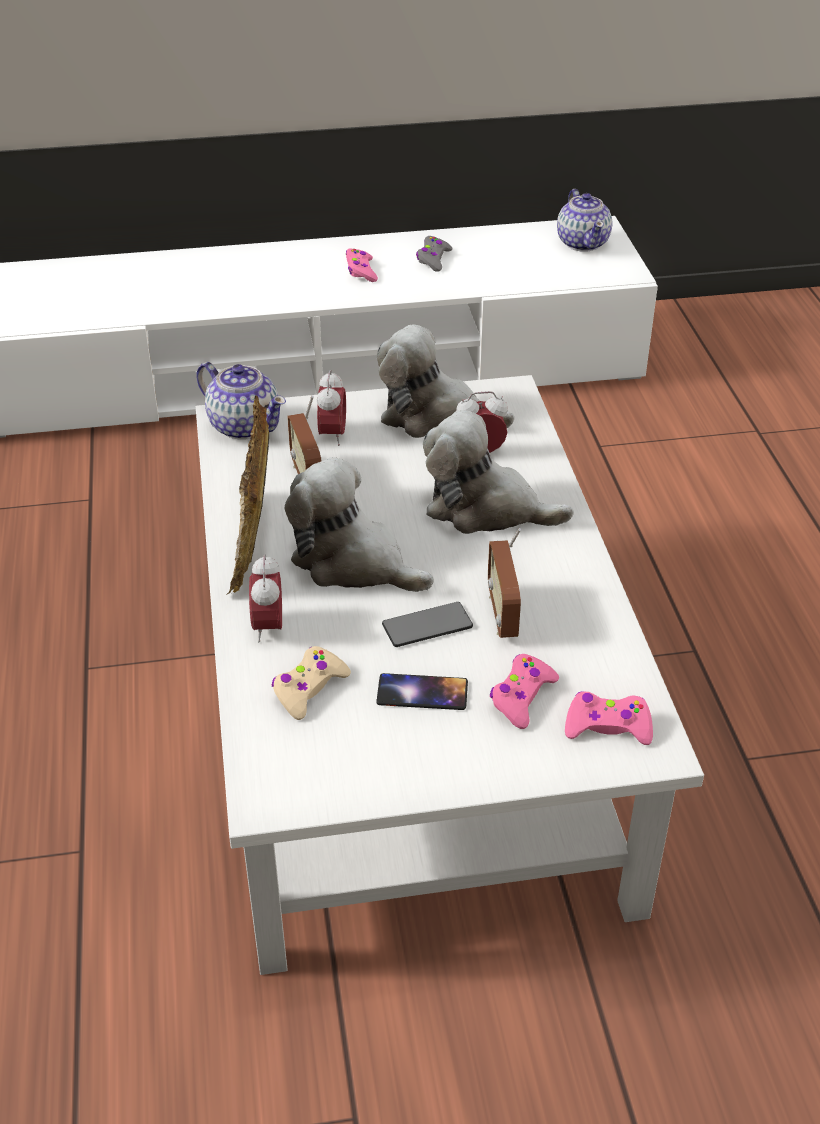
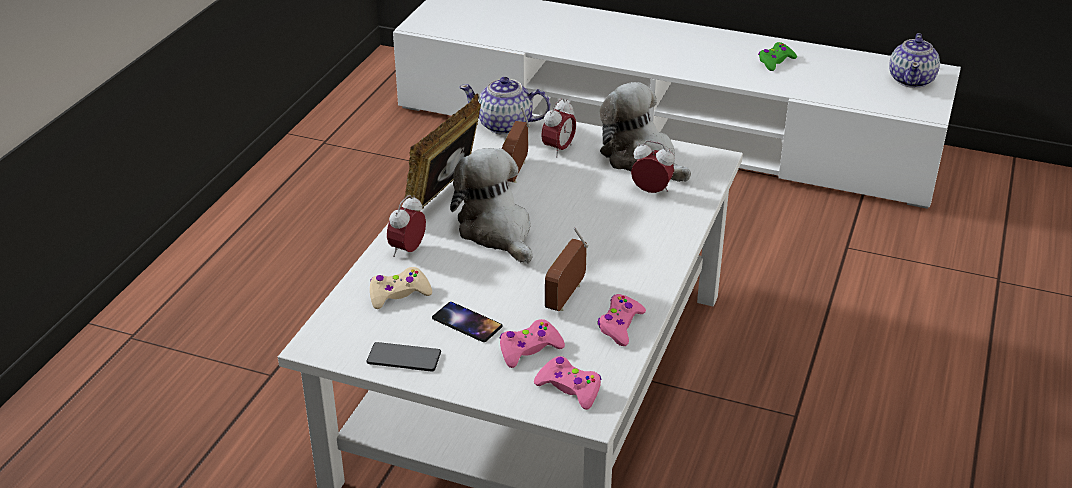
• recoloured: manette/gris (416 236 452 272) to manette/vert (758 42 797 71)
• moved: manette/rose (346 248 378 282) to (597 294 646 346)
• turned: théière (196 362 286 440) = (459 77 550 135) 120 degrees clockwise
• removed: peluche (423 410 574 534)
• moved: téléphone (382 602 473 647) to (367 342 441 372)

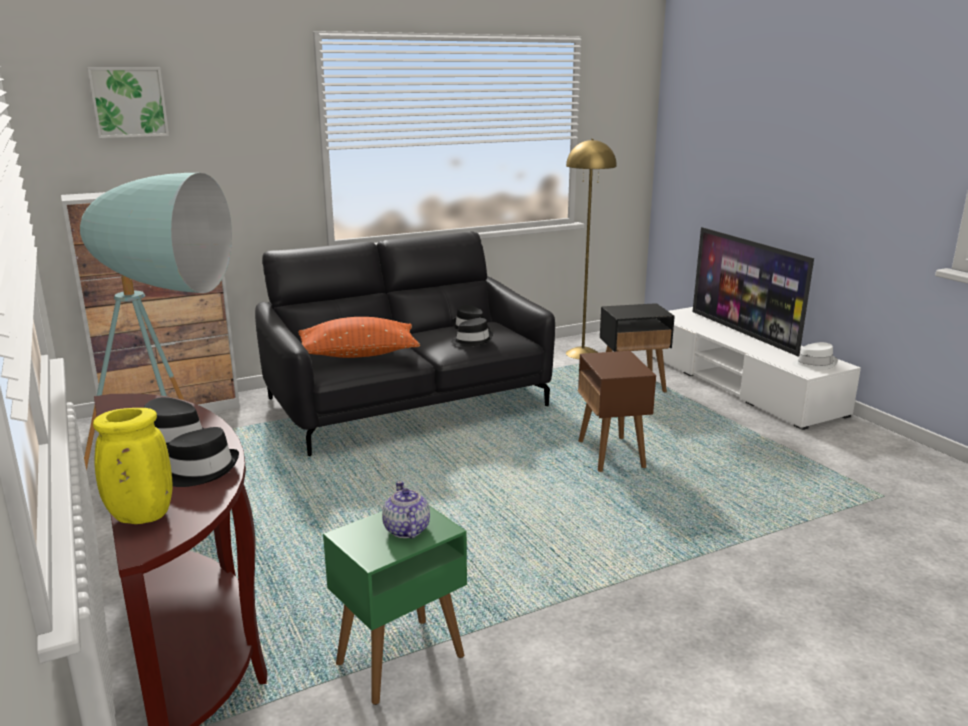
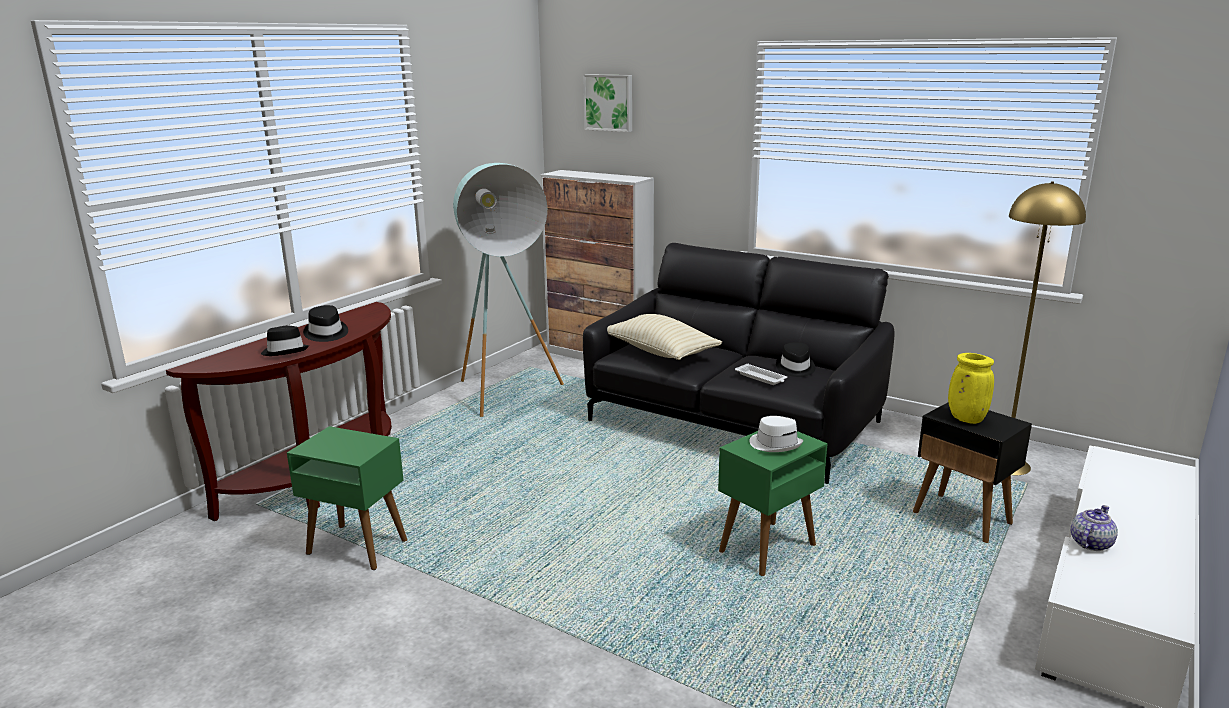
• removed: téléviseur (693 227 814 357)
• recoloured: coussin/orange (298 317 420 358) to coussin/beige (607 314 722 360)
• replaced: chapeau/noir (451 318 493 347) to plateau/blanc (735 363 787 385)
• moved: chapeau/blanc (792 342 838 371) to (750 416 803 452)
• recoloured: table d'appoint/marron (578 351 656 472) to table d'appoint/vert (718 431 827 576)
• moved: vase/jaune (93 408 173 524) to (948 353 994 424)
• moved: théière (382 481 430 539) to (1071 505 1118 551)

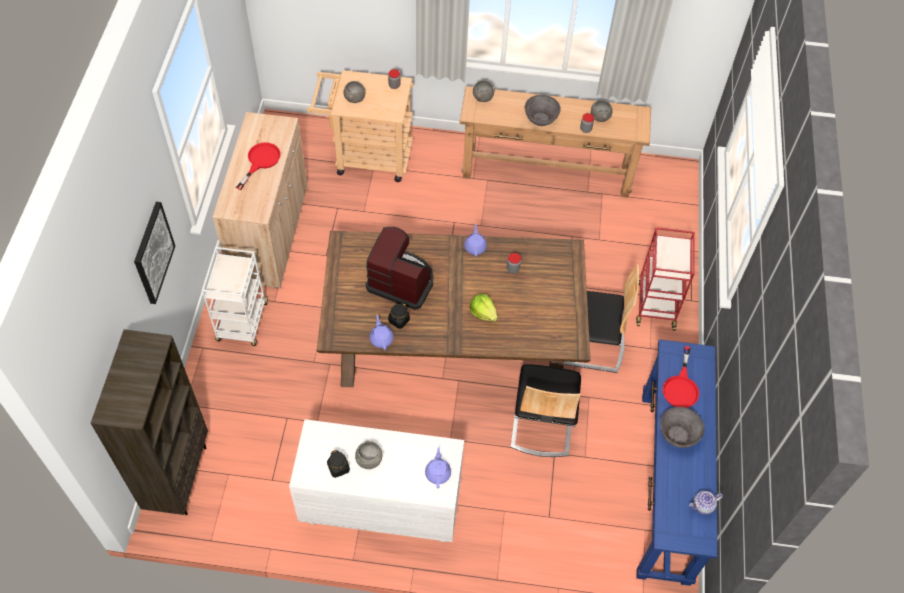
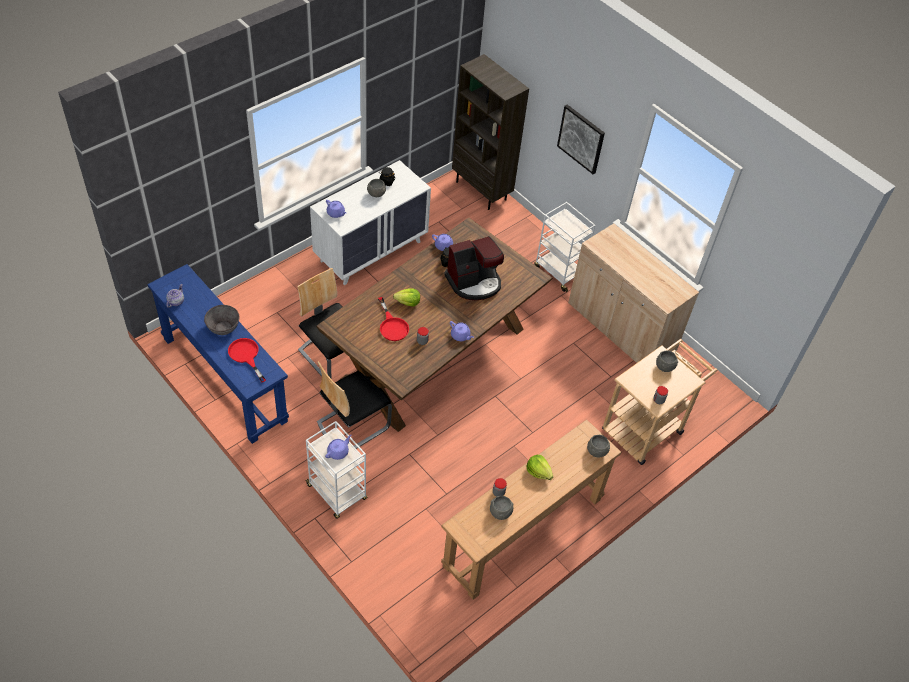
• replaced: bol/gris (525 95 561 126) to laitue (526 455 553 480)
• moved: poêle/rouge (236 143 281 190) to (378 297 409 341)
• recoloured: chariot/rouge (636 227 695 331) to chariot/blanc (305 421 367 519)
• added: théière/violet (325 435 351 460)

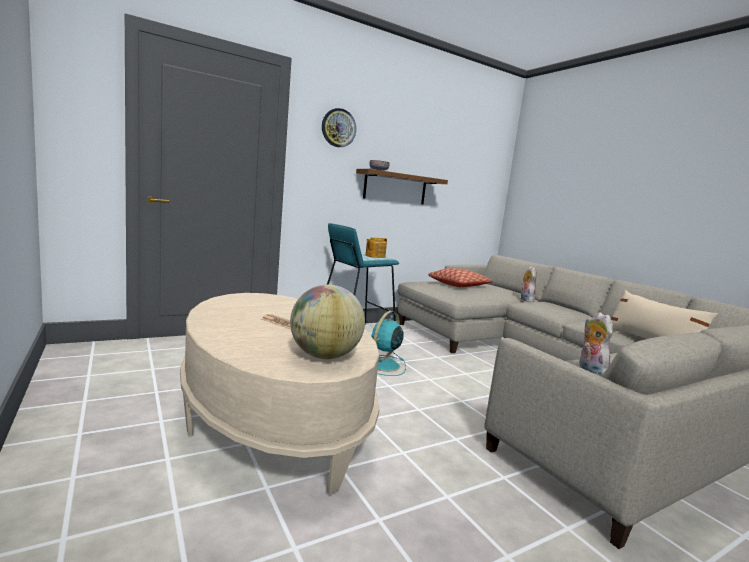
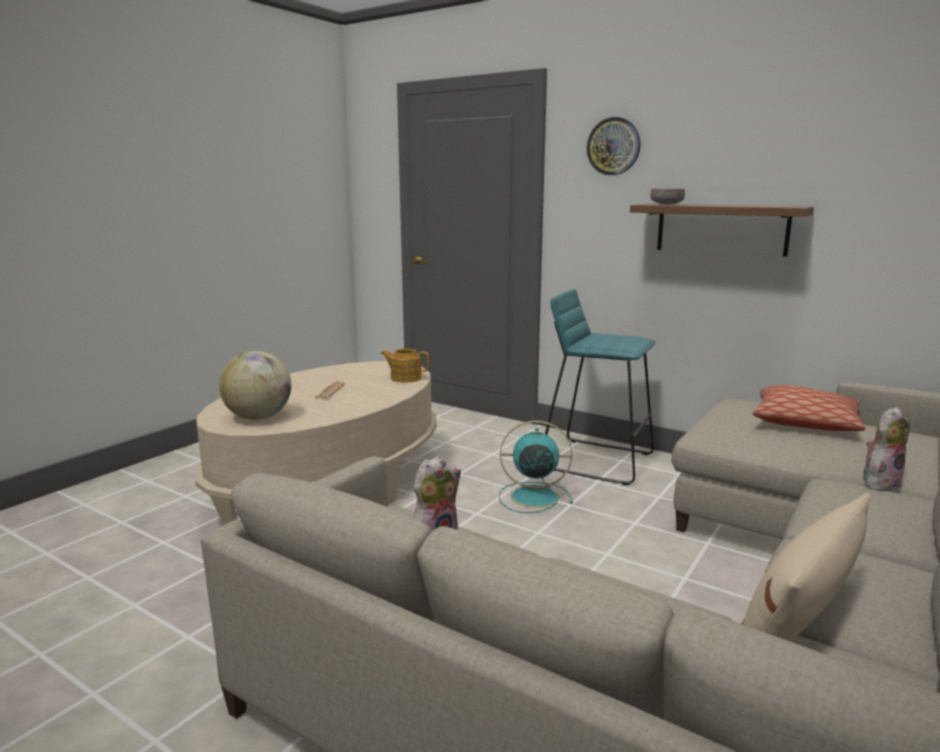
• moved: théière (366 237 387 258) to (381 349 429 382)

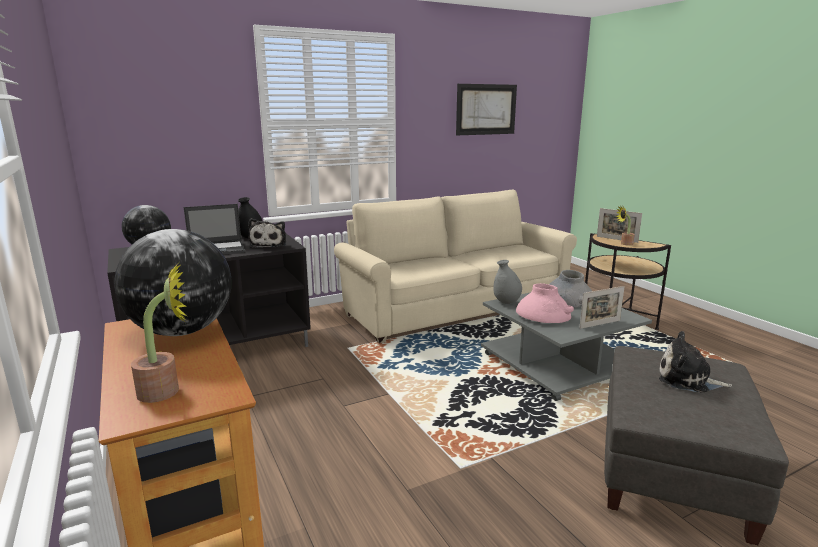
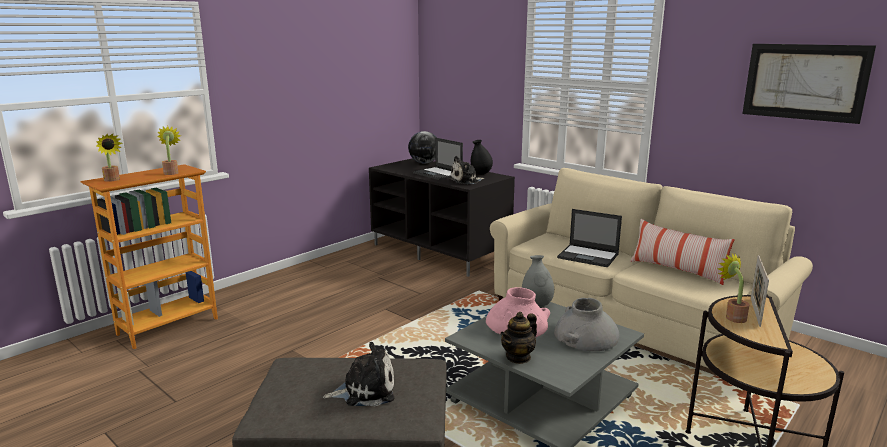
• replaced: globe (114 229 231 336) to plante en pot (157 126 181 175)
• replaced: cadre photo (579 286 625 329) to théière (500 312 537 364)
• turned: peluche (659 331 732 393) = (323 342 395 407) 75 degrees clockwise
• added: ordinateur portable (557 209 622 267)
• added: coussin (630 219 735 285)

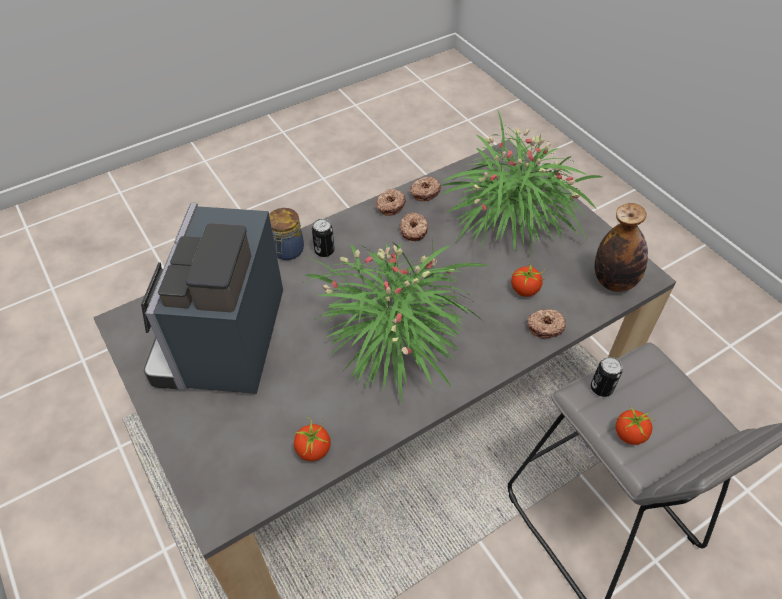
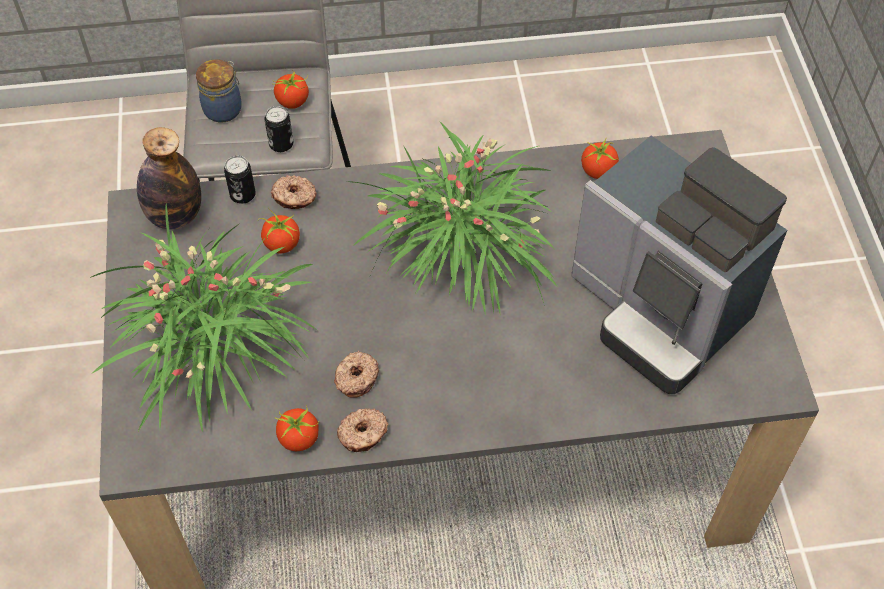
• replaced: beignet (410 176 441 201) to tomate (274 405 319 451)
• turned: machine à café (141 203 283 394) = (572 135 787 394) 105 degrees clockwise
• moved: bocal (269 208 304 260) to (196 59 242 123)
• moved: boîte métallique (312 219 335 257) to (224 156 256 204)

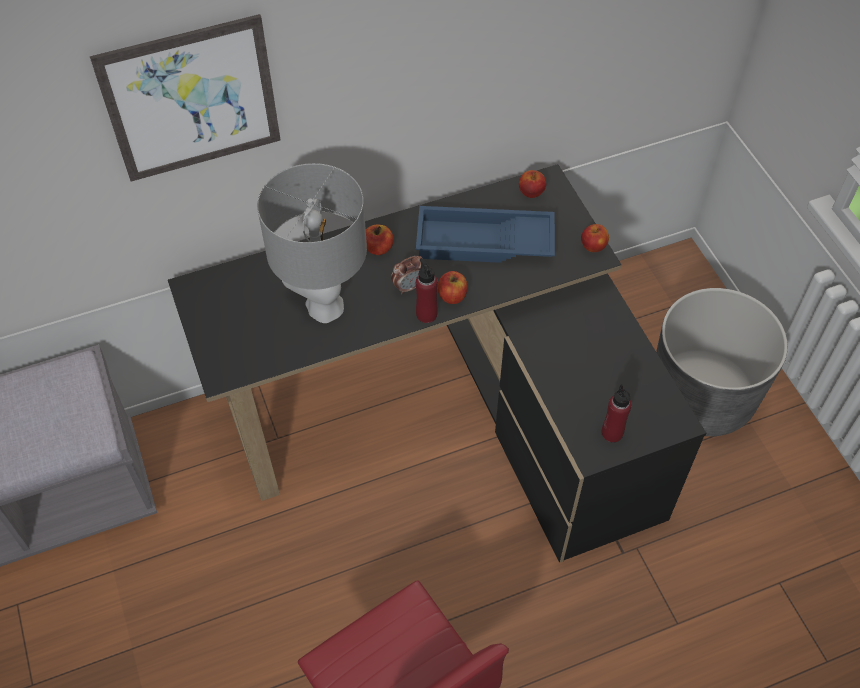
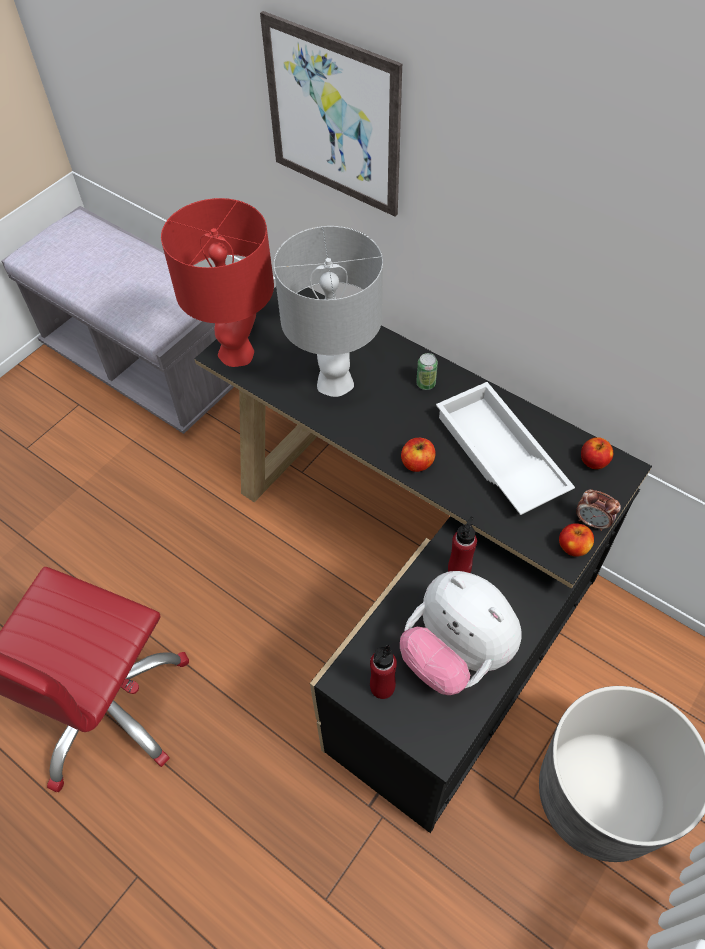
• recoloured: plateau/bleu (416 206 555 263) to plateau/blanc (436 382 575 515)
• replaced: pomme (366 225 394 255) to boîte métallique (416 353 438 390)
• moved: réveil (391 256 423 295) to (576 489 621 531)
• moved: bouteille/rouge (416 258 438 323) to (448 516 477 573)
• added: lampe de table/rouge (161 198 274 367)
• added: peluche (400 571 522 695)

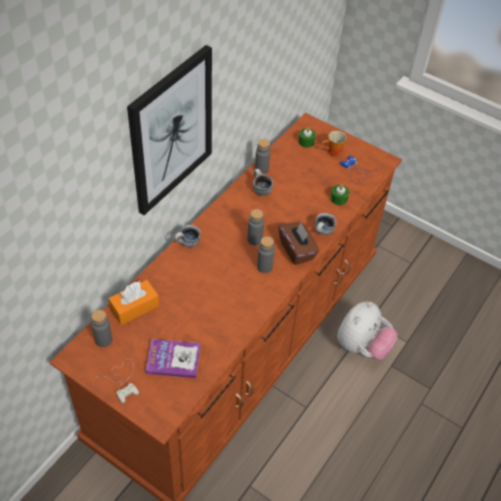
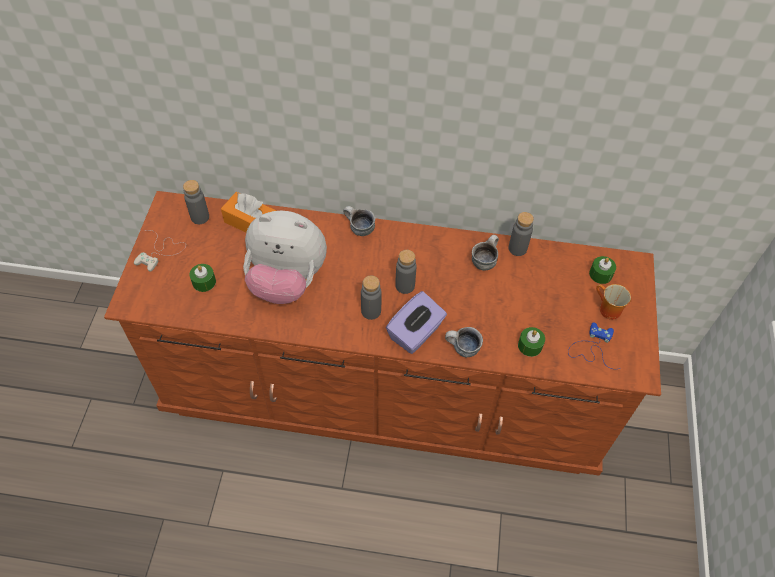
• removed: tableau (127 45 212 215)
• recoloured: boîte à mouchoirs/marron (278 222 319 265) to boîte à mouchoirs/violet (386 291 447 354)
• moved: peluche (337 301 398 360) to (243 211 327 304)
• replaced: livre (146 339 201 378) to bougie/vert (189 264 216 292)

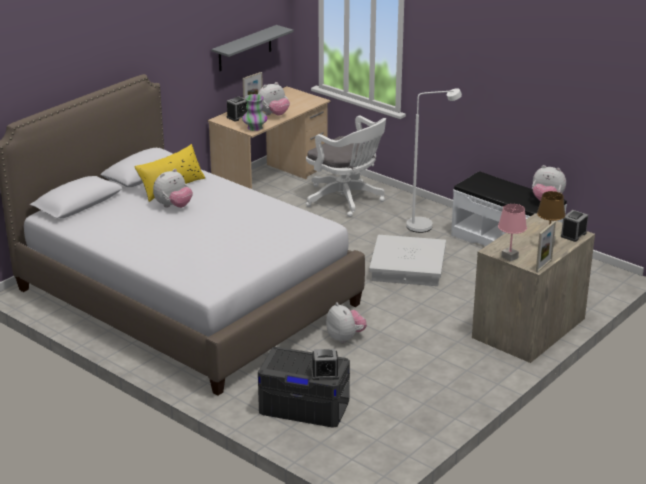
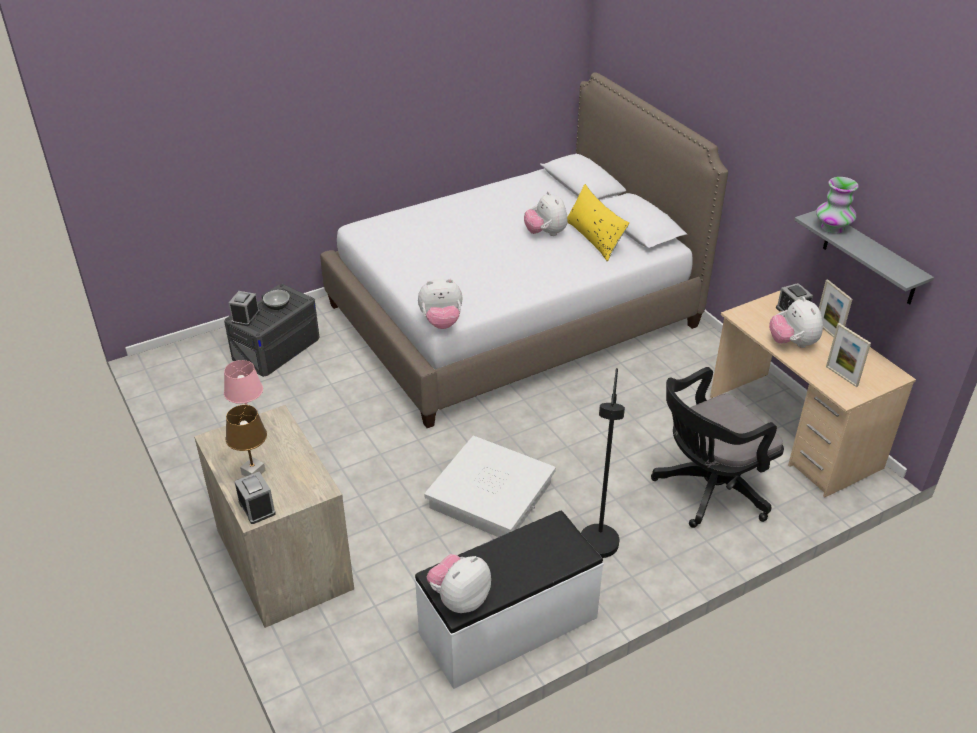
• recoloured: lampadaire/blanc (407 88 462 233) to lampadaire/noir (581 368 625 558)
• moved: vase (242 94 268 131) to (816 177 859 234)
• recoloured: chaise de bureau/blanc (306 116 386 217) to chaise de bureau/noir (651 367 784 528)
• moved: cadre photo (536 221 556 273) to (826 323 871 387)
• moved: peluche (326 302 367 343) to (418 279 462 329)
• added: bol (263 290 290 310)

